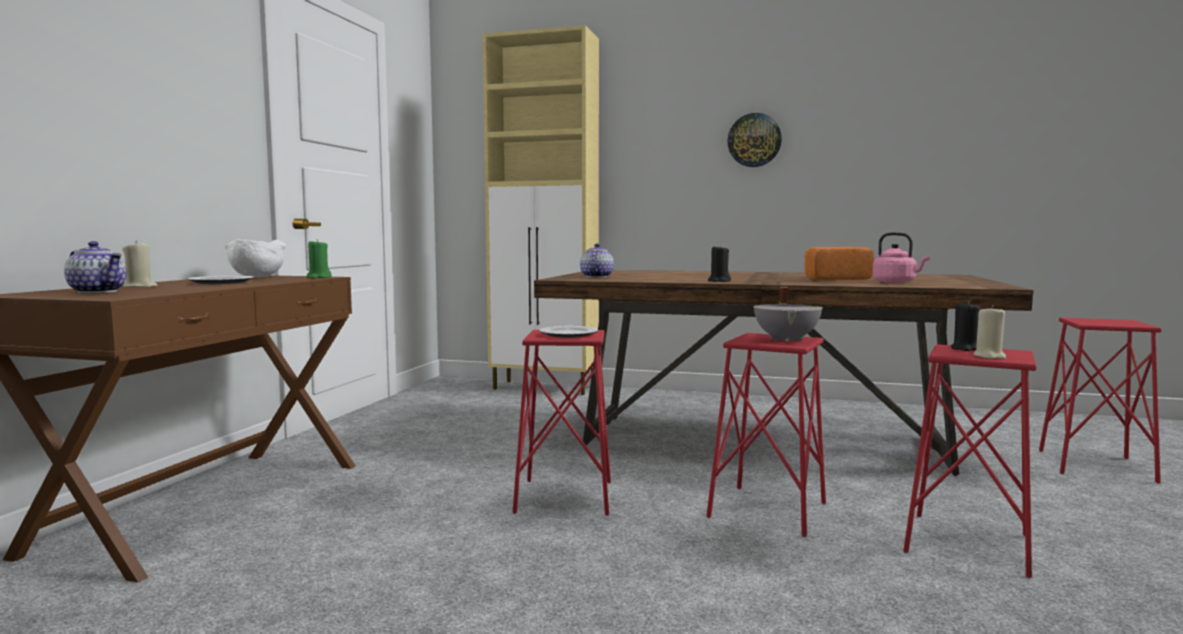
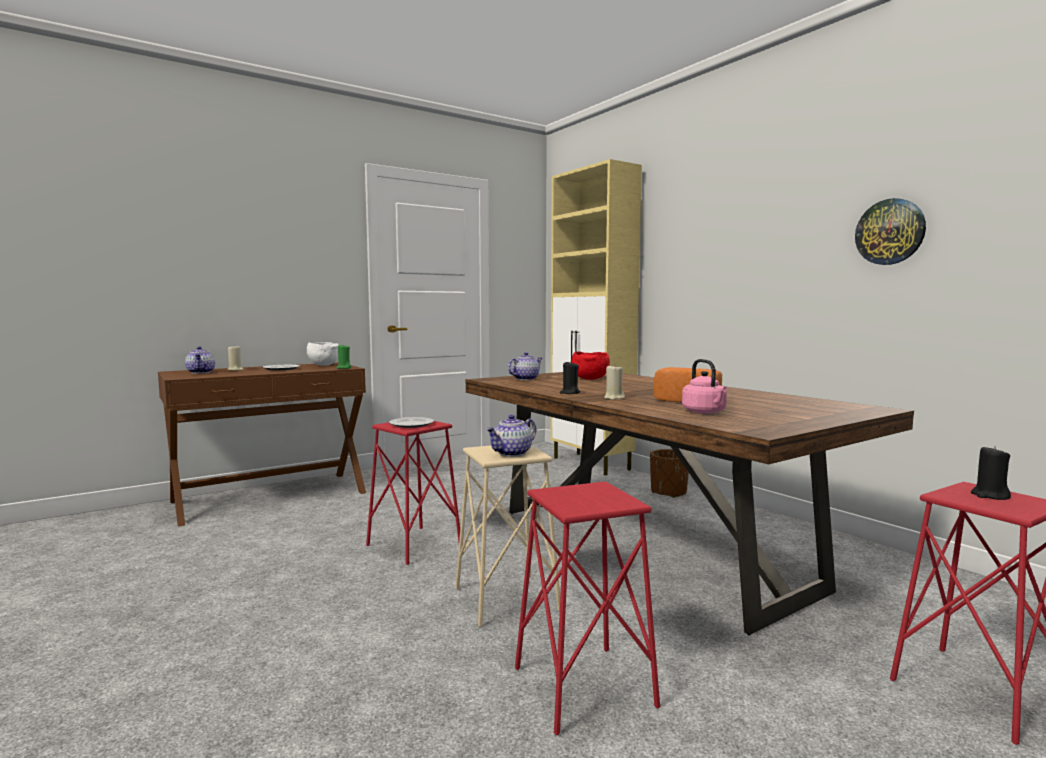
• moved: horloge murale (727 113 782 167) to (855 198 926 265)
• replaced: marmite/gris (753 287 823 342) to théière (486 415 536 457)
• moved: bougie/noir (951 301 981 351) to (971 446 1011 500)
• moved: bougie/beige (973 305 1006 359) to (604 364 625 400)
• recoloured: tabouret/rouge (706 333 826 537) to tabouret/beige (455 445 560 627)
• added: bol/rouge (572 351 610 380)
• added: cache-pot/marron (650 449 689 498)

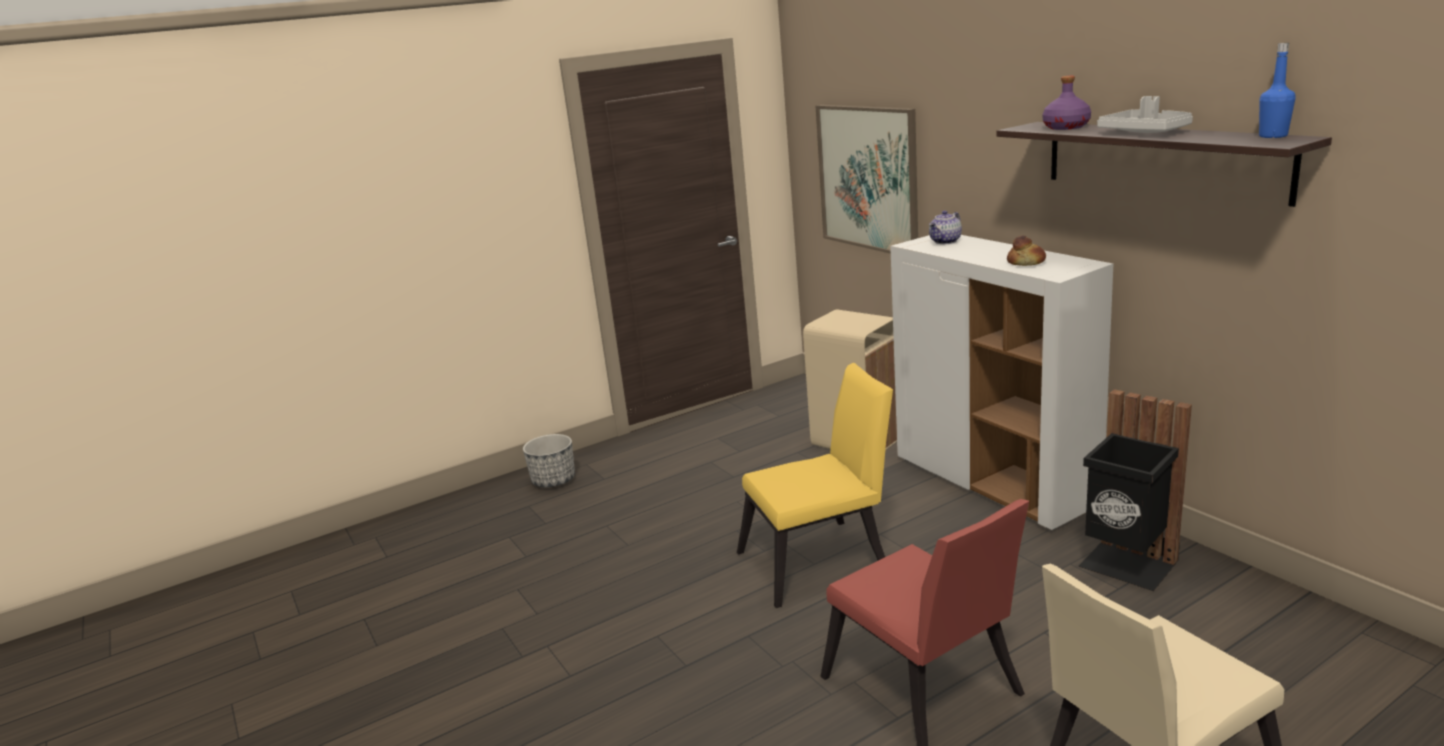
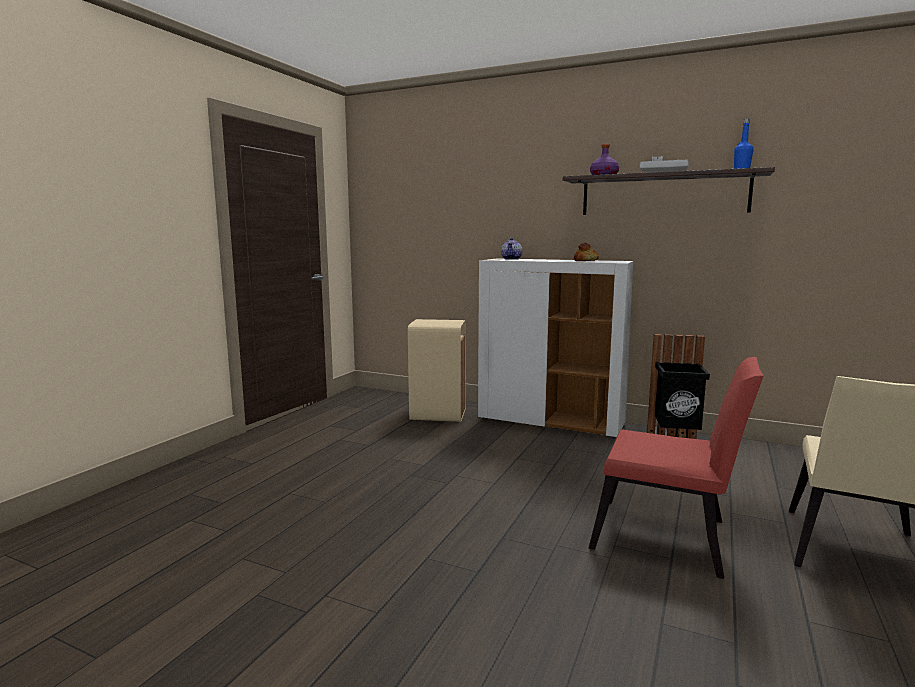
• removed: tableau (816 105 918 254)
• removed: chaise/jaune (737 363 893 608)
• removed: cache-pot (523 434 575 487)

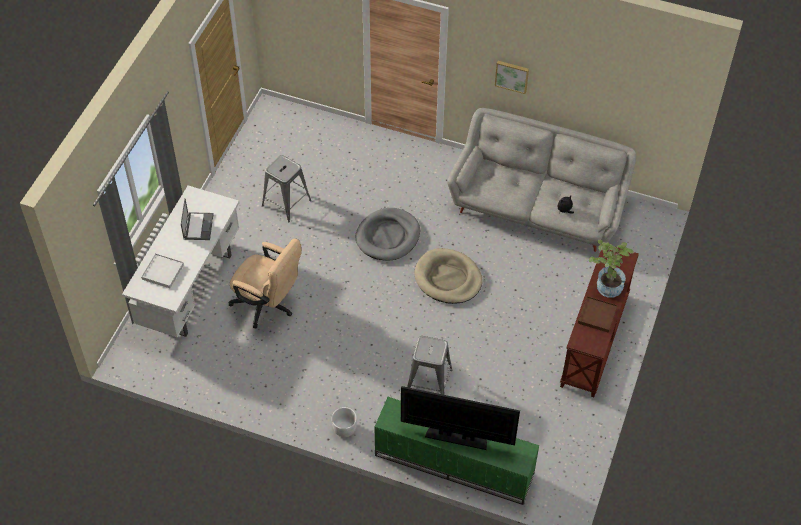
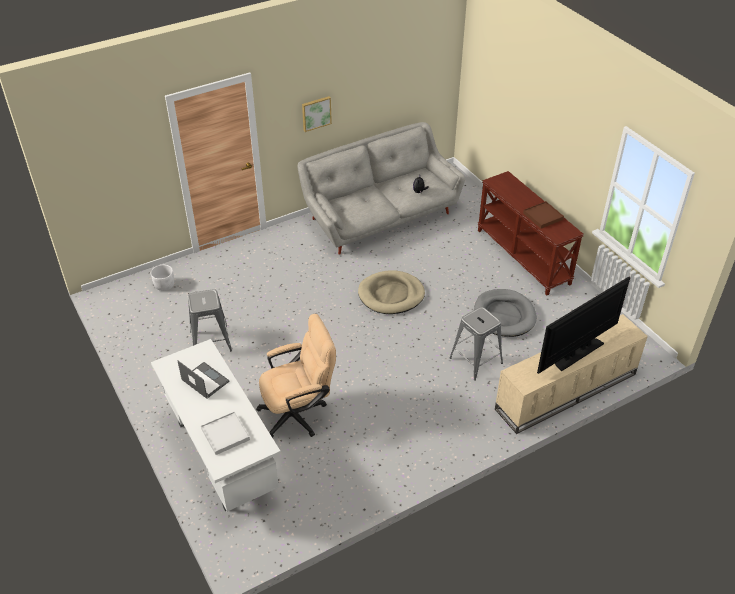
• moved: panier pour chien/gris (355 208 420 261) to (474 289 537 337)
• removed: plante en pot (589 240 634 298)
• recoloured: meuble télé/vert (375 397 539 505) to meuble télé/beige (495 314 648 434)
• moved: cache-pot/blanc (332 407 357 437) to (151 265 174 291)

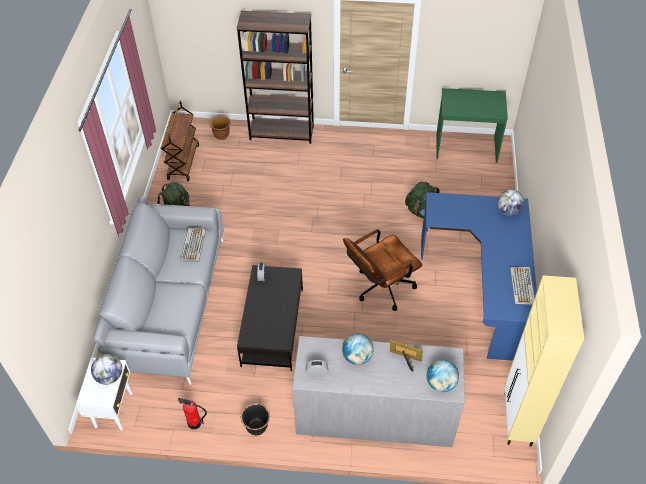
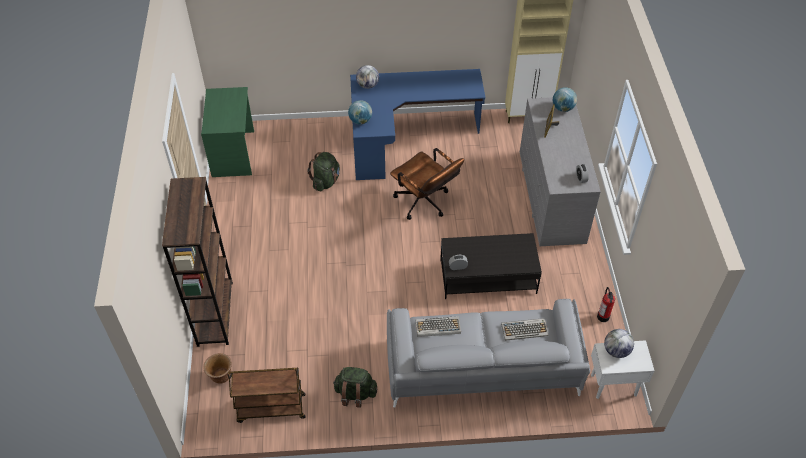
• moved: clavier (510 267 535 305) to (501 318 549 341)
• moved: globe (342 333 373 365) to (348 100 372 125)
• removed: cache-pot/noir (241 403 270 435)

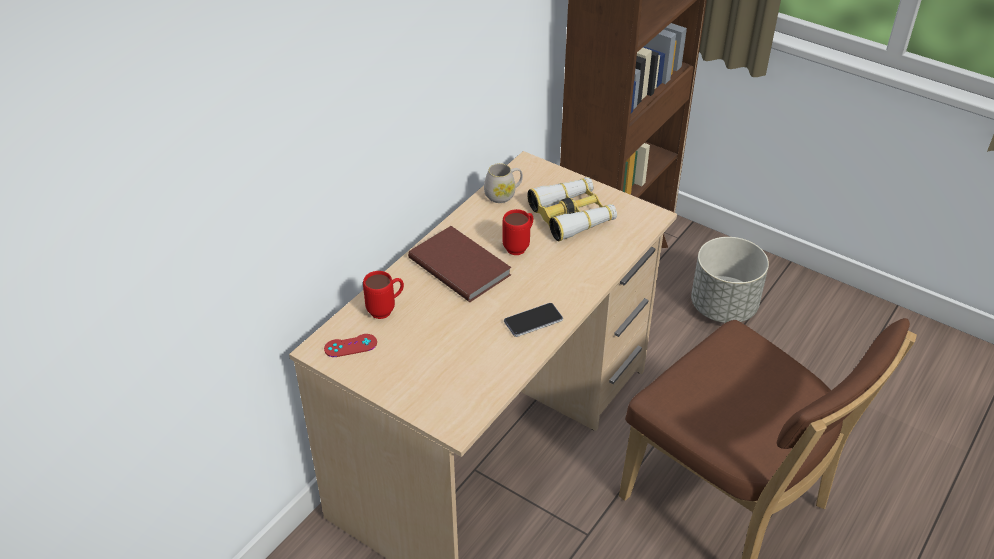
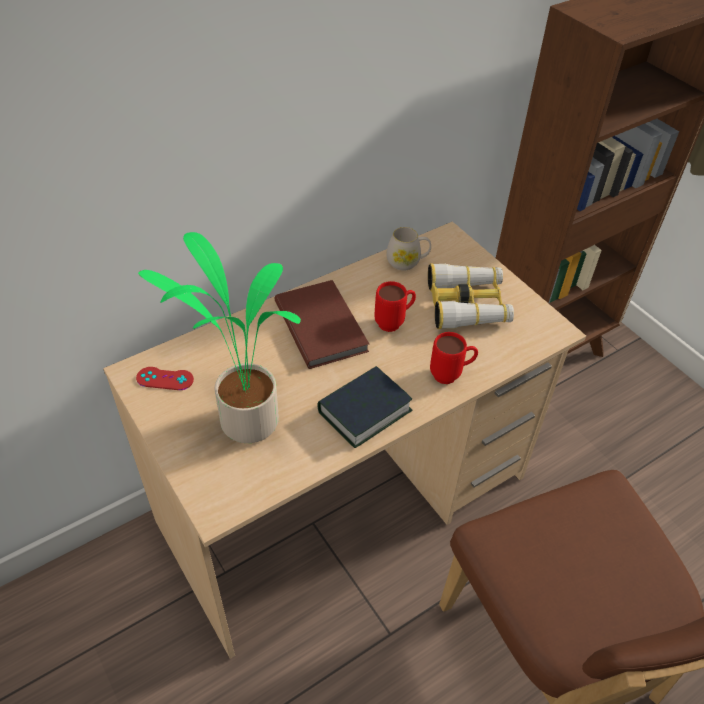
• removed: cache-pot/gris (691 237 769 323)
• moved: mug/rouge (363 271 404 319) to (430 332 478 384)
• replaced: téléphone (504 303 563 337) to livre (317 366 413 448)
• added: plante en pot (138 232 301 443)

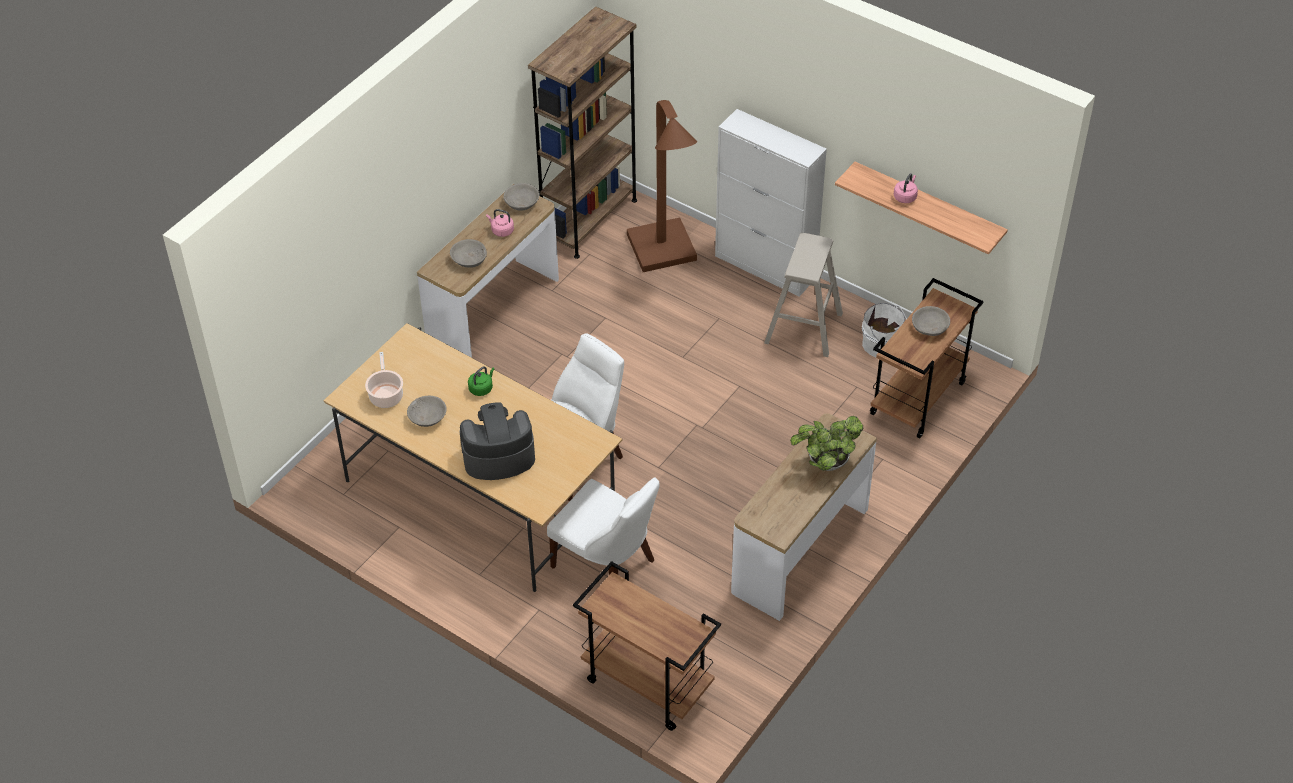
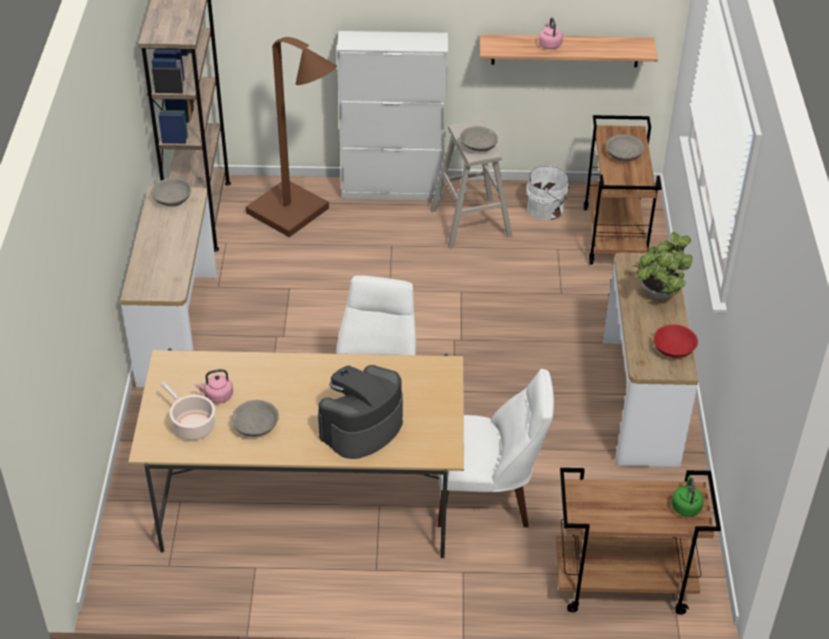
• moved: bouilloire/rose (486 209 514 237) to (195 369 233 403)
• moved: bol/gris (450 239 487 268) to (460 126 498 152)
• moved: bouilloire/vert (468 366 494 396) to (672 476 704 517)
• added: bol/rouge (653 324 698 358)

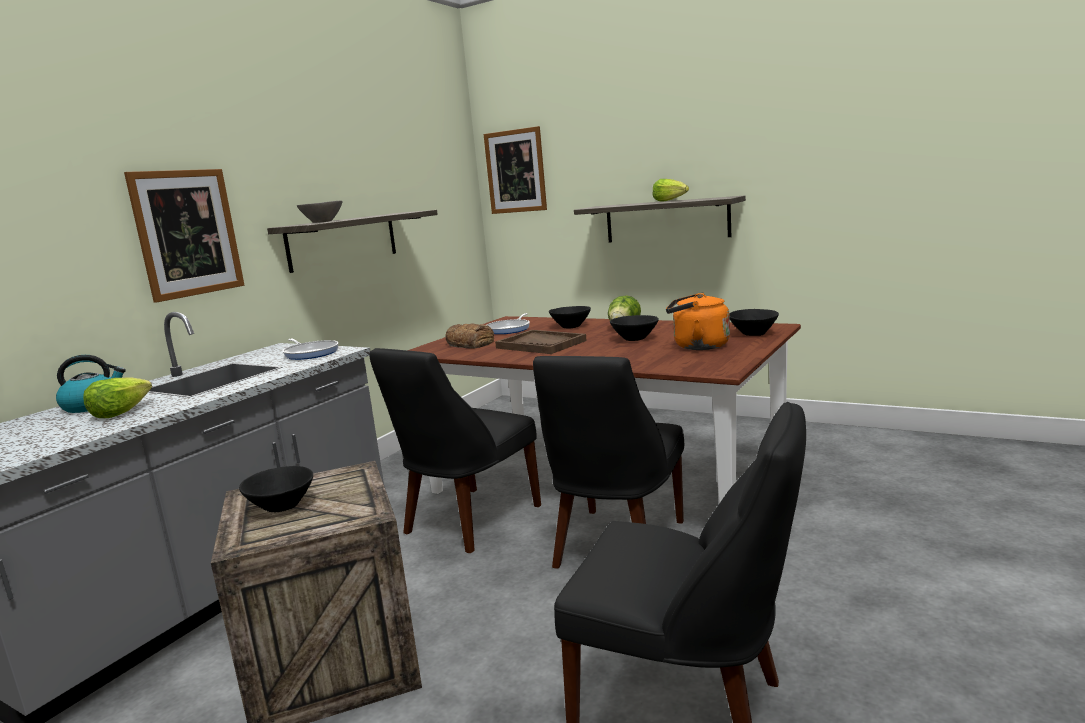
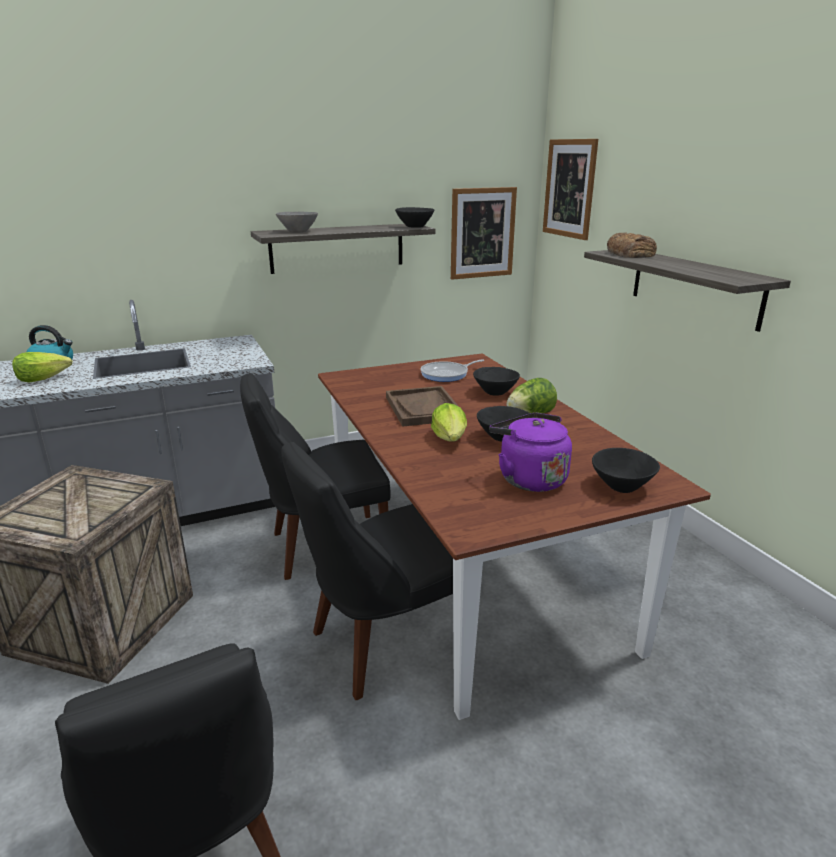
• moved: tableau (124 169 245 303) to (451 187 517 280)
• moved: laitue (653 179 689 202) to (431 403 467 442)
• recoloured: bouilloire/orange (666 293 730 350) to bouilloire/violet (489 413 572 492)
• moved: pain (445 324 494 349) to (607 232 657 258)
• removed: poêle (283 339 339 360)
• moved: bol/noir (239 466 313 512) to (395 207 434 228)

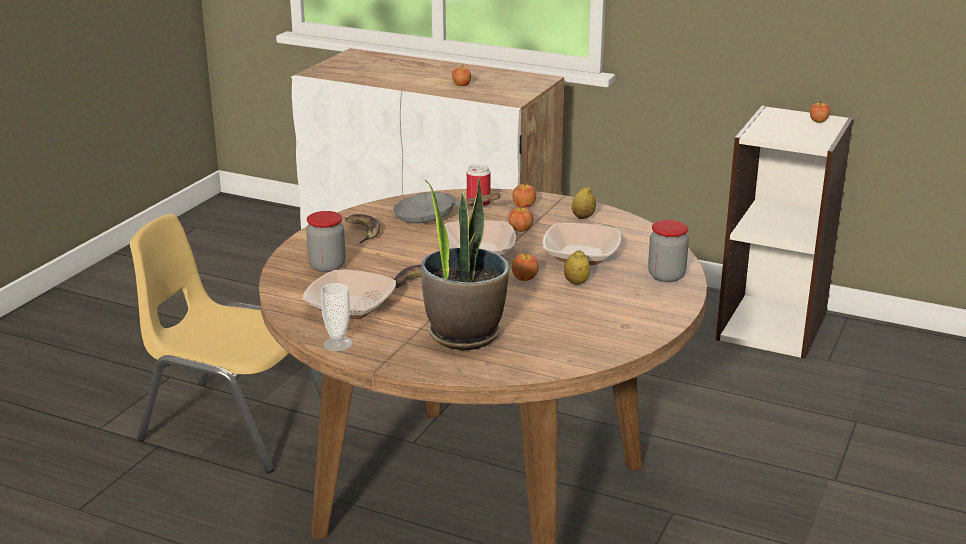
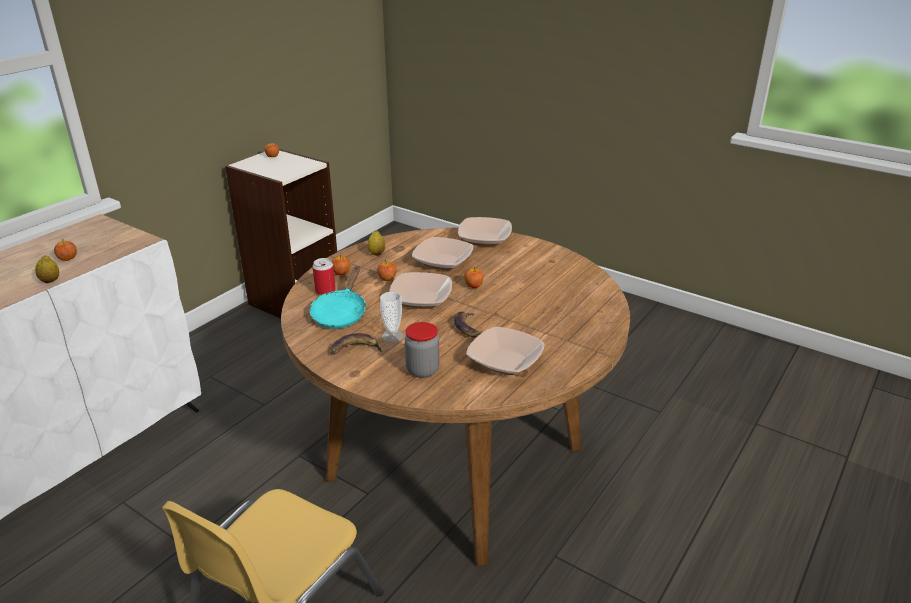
• removed: plante en pot (421 178 509 351)
• recoloured: poêle/gris (393 192 502 223) to poêle/turquoise (310 266 365 329)
• replaced: bocal (648 220 689 282) to bol (458 217 512 247)
• moved: citron (564 250 590 285) to (35 255 59 283)
• moved: tasse (321 283 353 351) to (380 292 404 342)

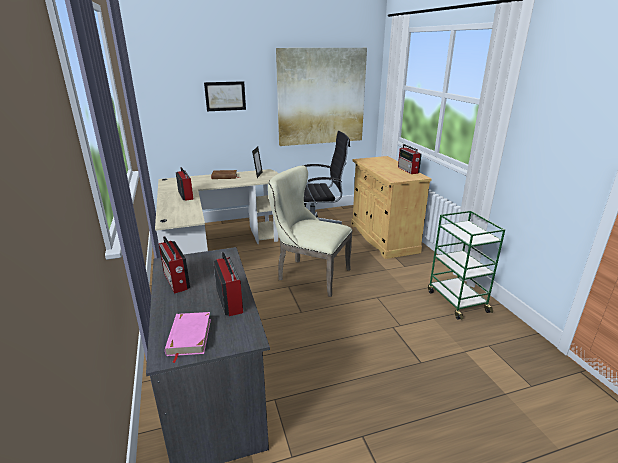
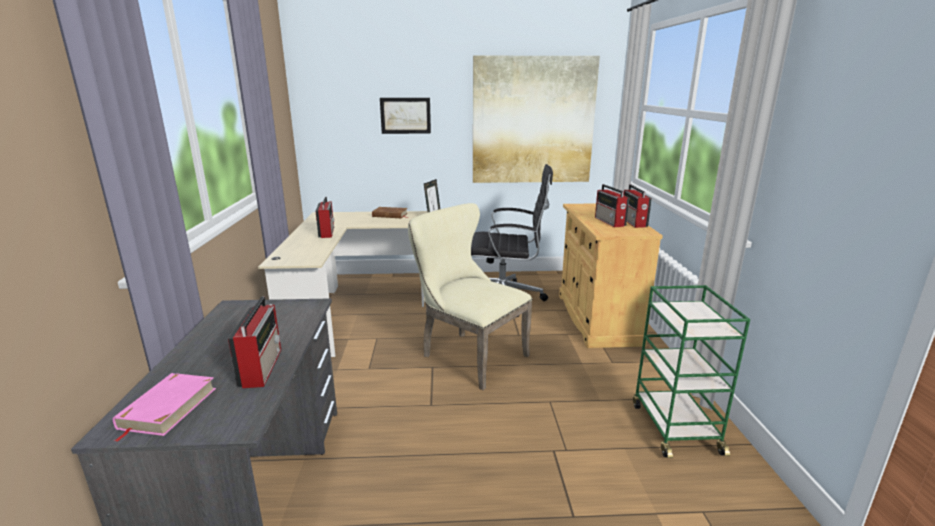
• moved: radio (159 236 190 294) to (595 184 629 227)

